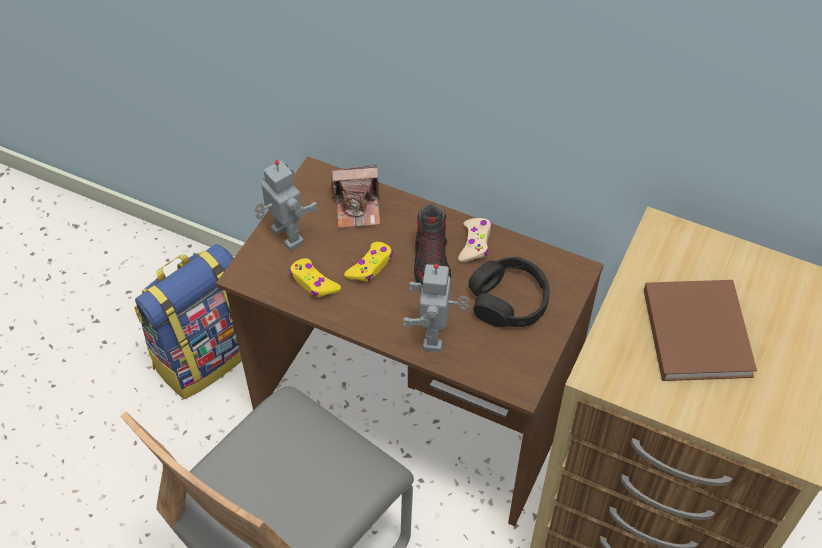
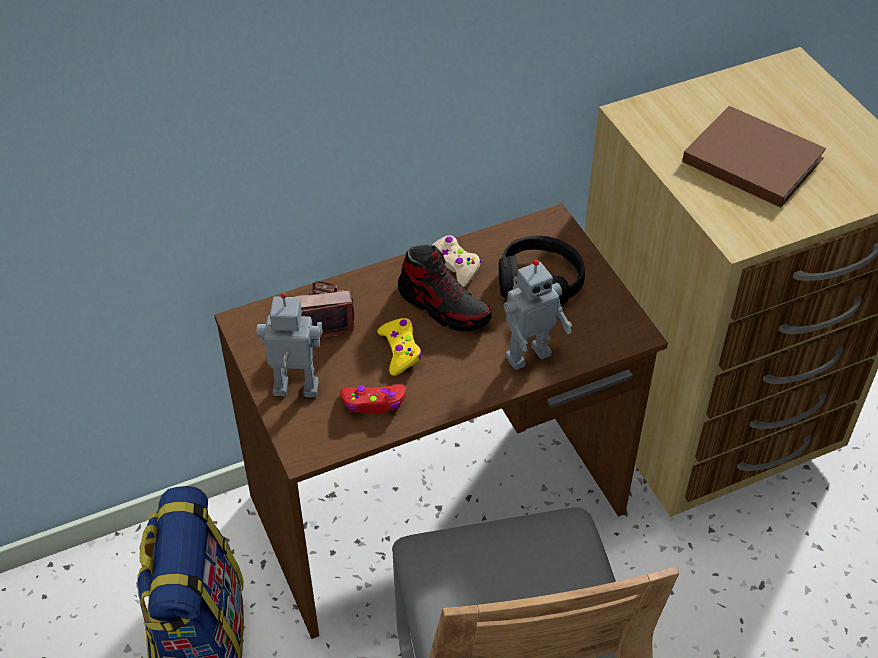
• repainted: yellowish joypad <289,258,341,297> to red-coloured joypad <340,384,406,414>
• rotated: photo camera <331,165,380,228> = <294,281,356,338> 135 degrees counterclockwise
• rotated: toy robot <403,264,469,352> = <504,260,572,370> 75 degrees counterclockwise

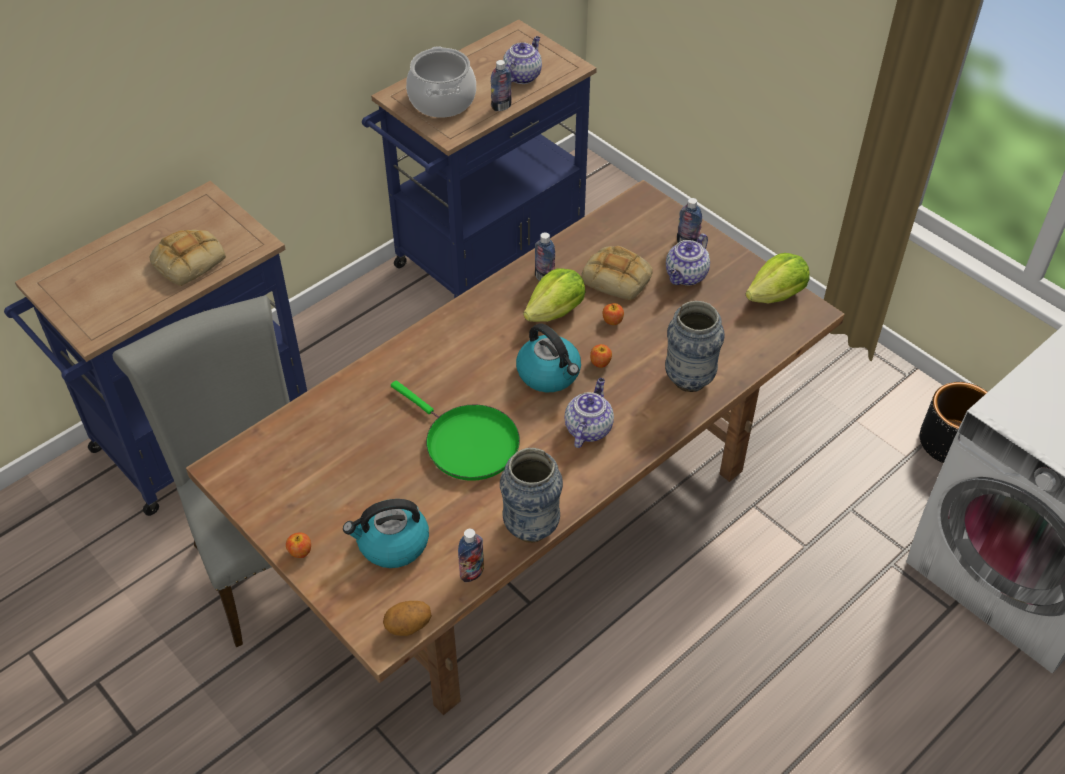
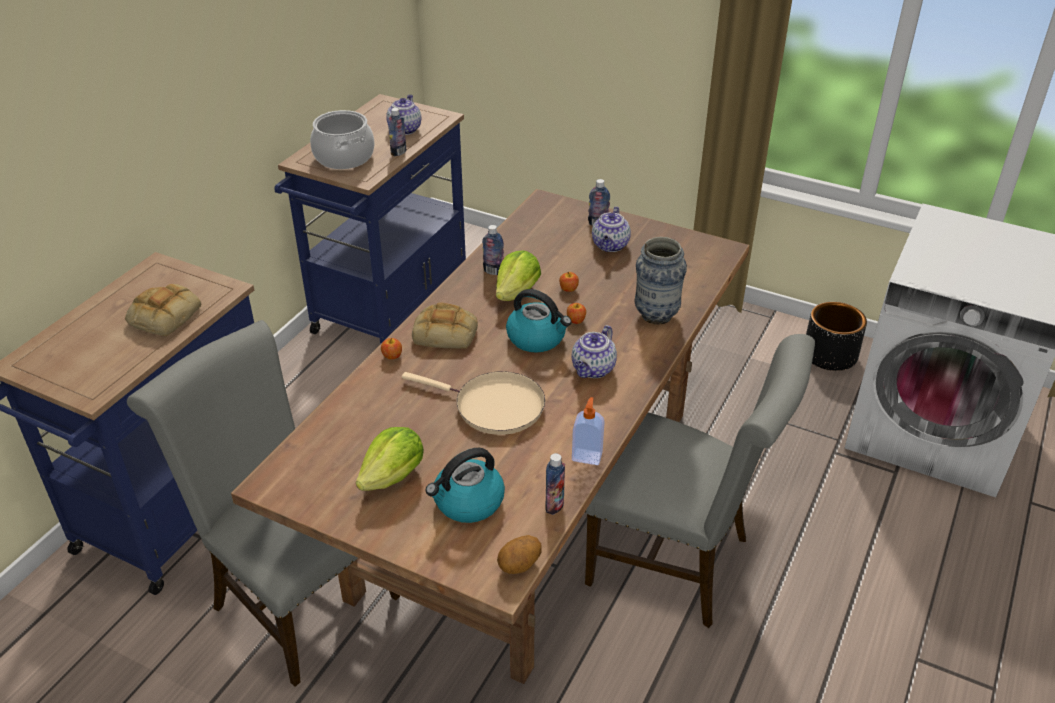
• new: grey upright chair <585,334,815,628>
• shifted: apple <286,532,311,558> to <381,338,402,359>
• shifted: bread <581,246,653,301> to <412,303,478,349>
• shifted: lettuce head <746,253,810,304> to <356,427,424,491>
• swapped: vase <500,448,563,543> to soap bottle <572,397,605,465>
• repainted: green frying pan <391,381,520,481> to sand-coloured frying pan <402,371,545,435>
• rotated: teapot <565,378,614,448> = <572,325,617,378> 150 degrees counterclockwise

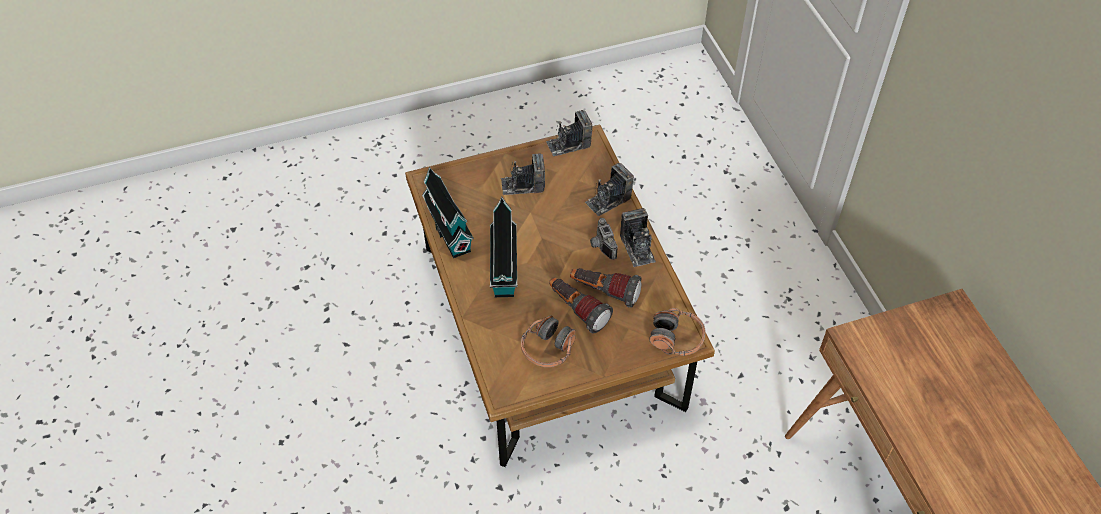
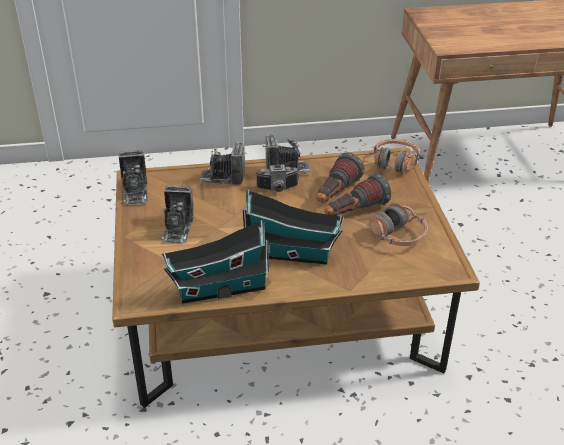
• rotated: photo camera <585,163,634,216> = <199,142,245,185> 120 degrees clockwise

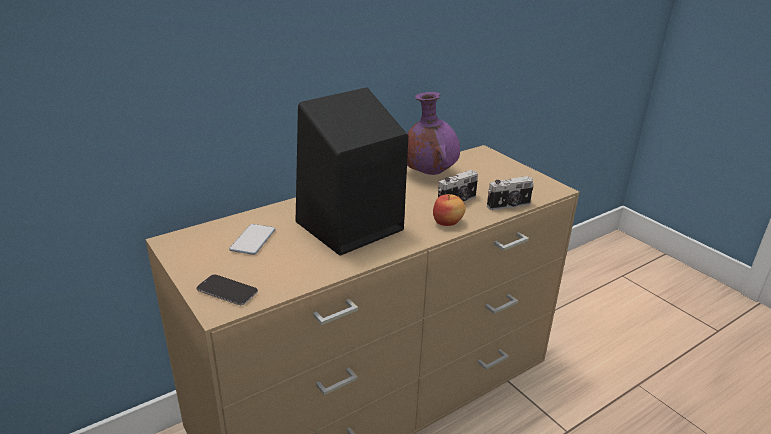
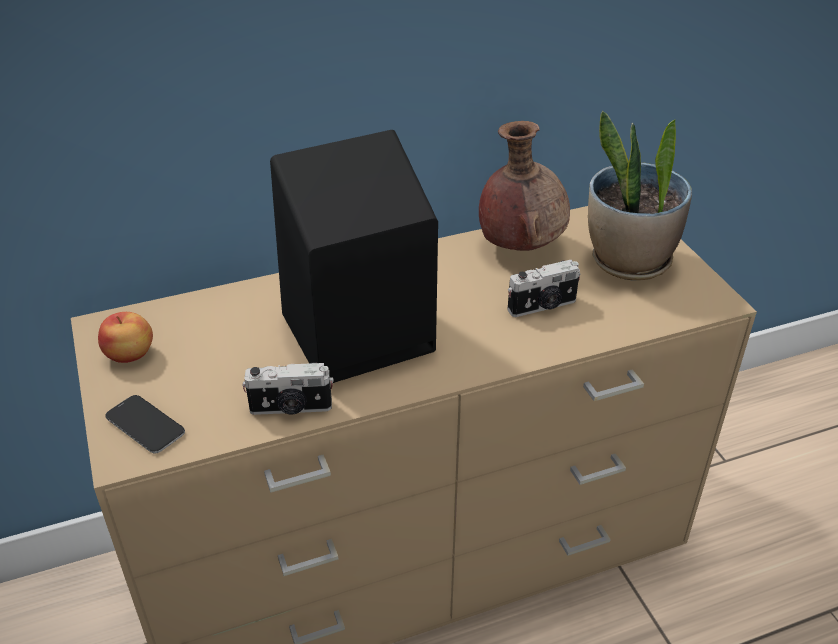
• gone: phone <229,224,275,255>
• new: houseplant <588,111,692,281>
• shifted: apple <433,194,465,226> to <98,312,153,363>
• shifted: photo camera <487,176,534,210> to <242,362,334,415>
• repainted: purple-coloured vase <407,92,460,175> to brown vase <479,121,570,251>

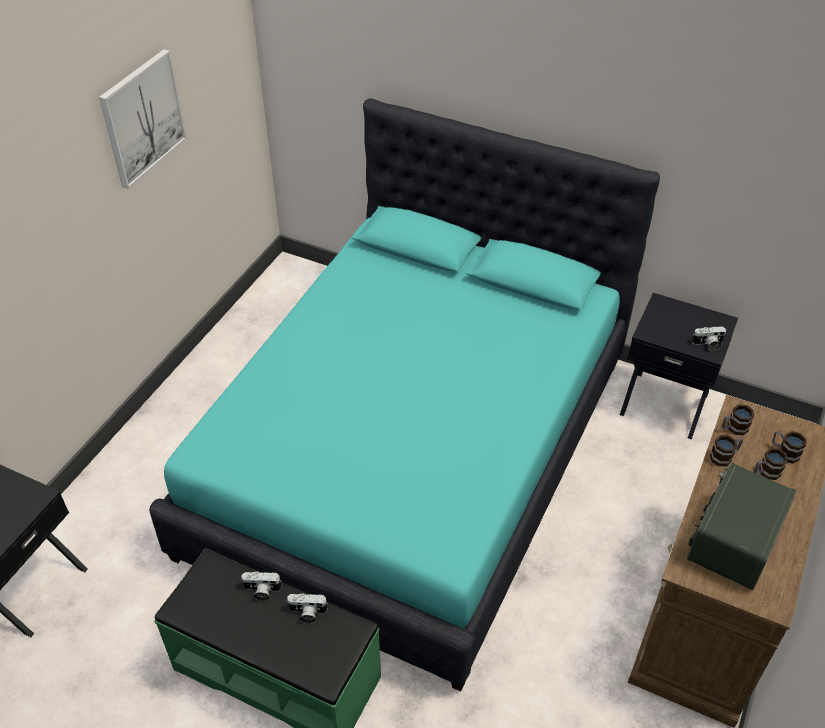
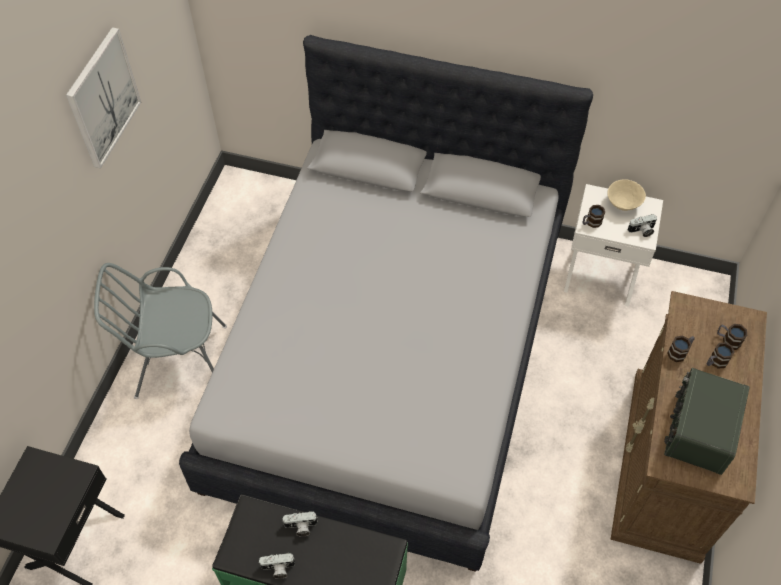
• new: grey upright chair <94,263,227,399>
• new: sand-coloured bowl <607,179,646,211>
• shifted: photo camera <287,593,328,624> to <258,553,295,579>
• shifted: tea mug <722,404,754,435> to <582,205,605,228>
• repainted: turquoise sleeping bed <149,99,660,692> to grey sleeping bed <179,35,593,572>
• repainted: black-coloured bedside table <620,293,738,439> to white bedside table <564,184,663,307>

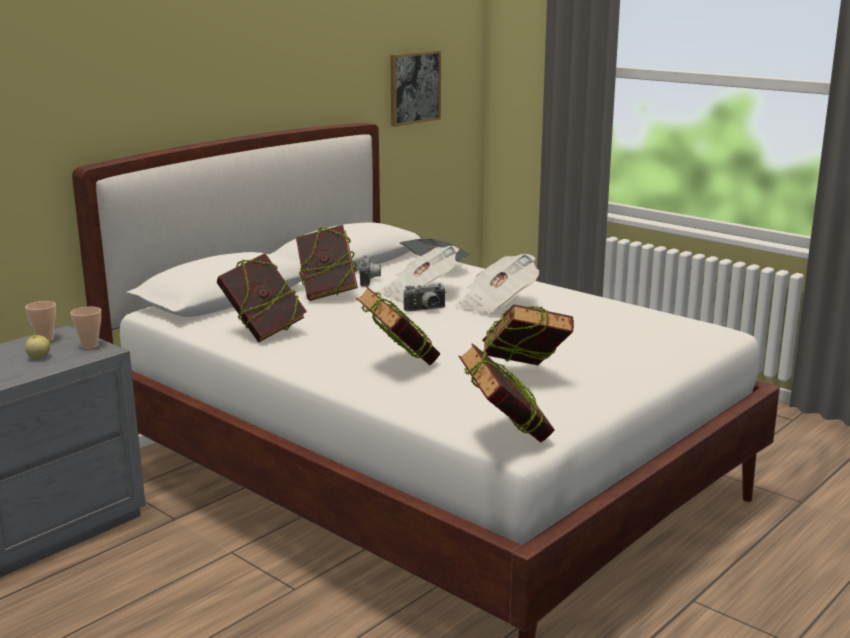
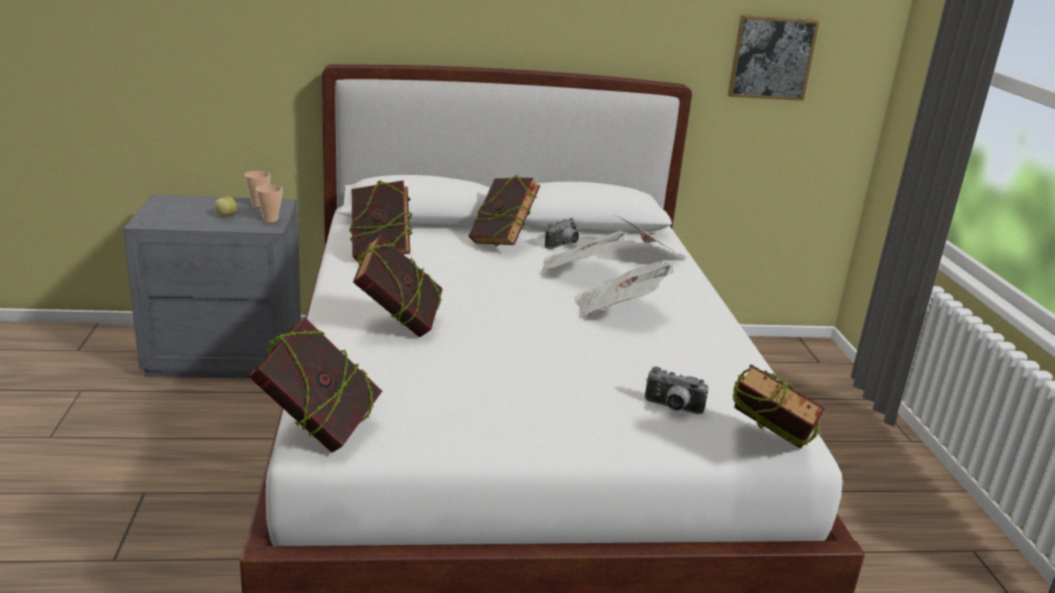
• shifted: photo camera <404,283,446,312> to <645,367,709,414>
• shifted: book <482,304,574,365> to <733,364,825,449>

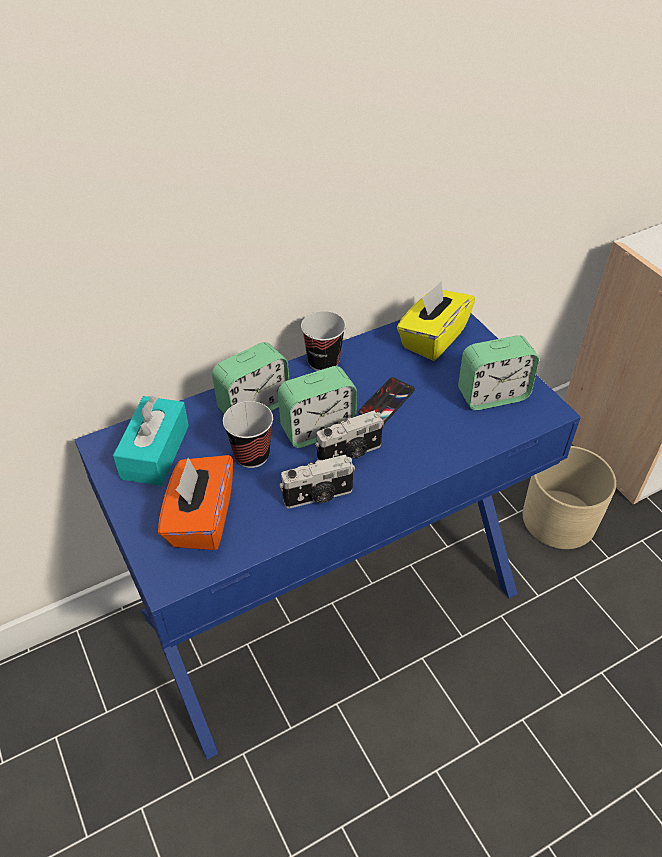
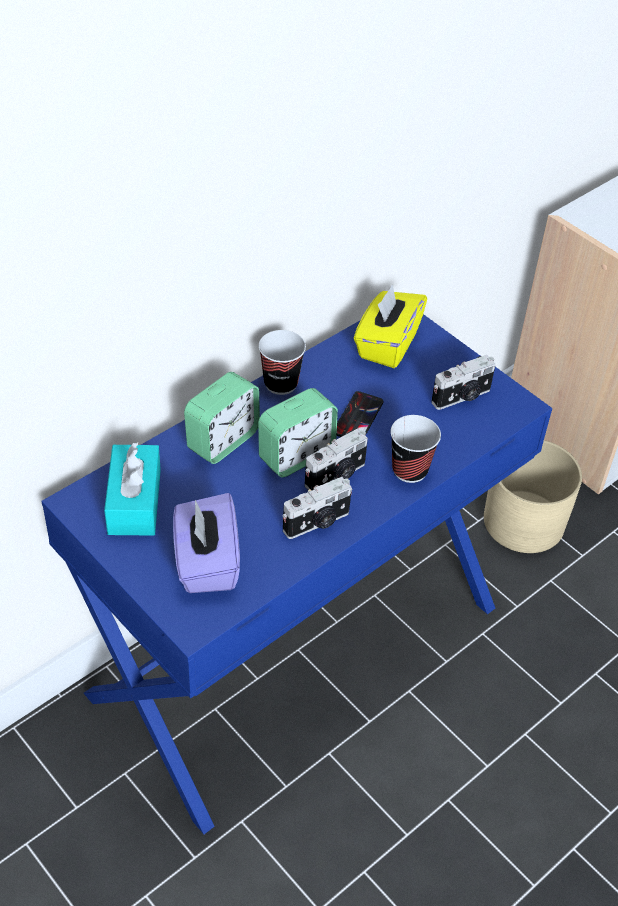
• shifted: cup <223,401,273,468> to <390,415,441,483>
• swapped: table clock <458,335,539,410> to photo camera <431,355,495,410>
• repainted: orangey tissue box <158,455,233,550> to purple-coloured tissue box <173,493,240,593>

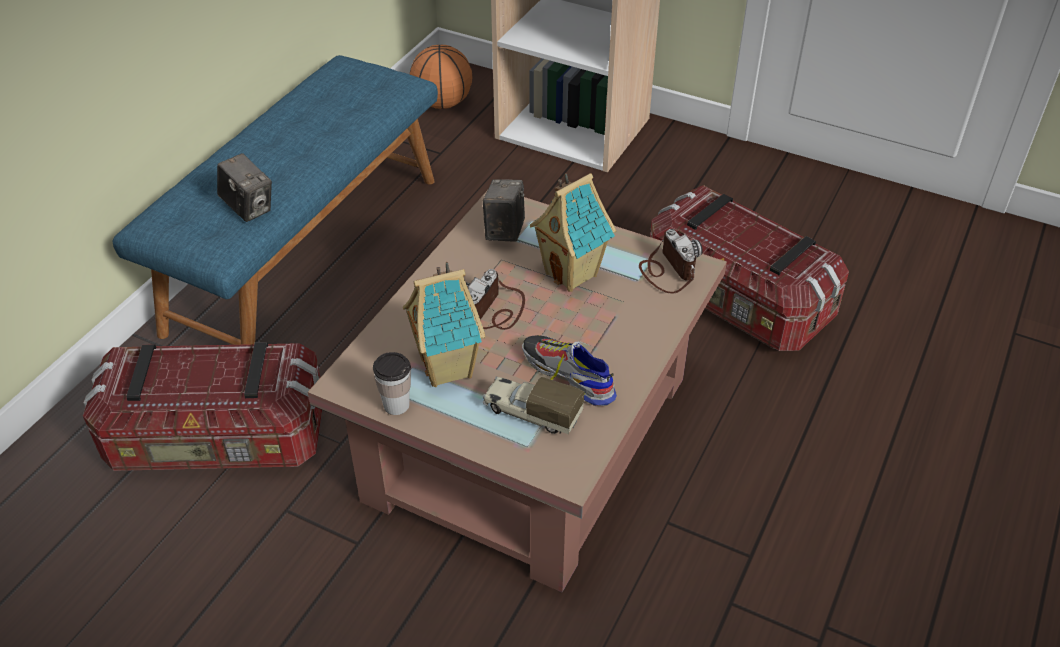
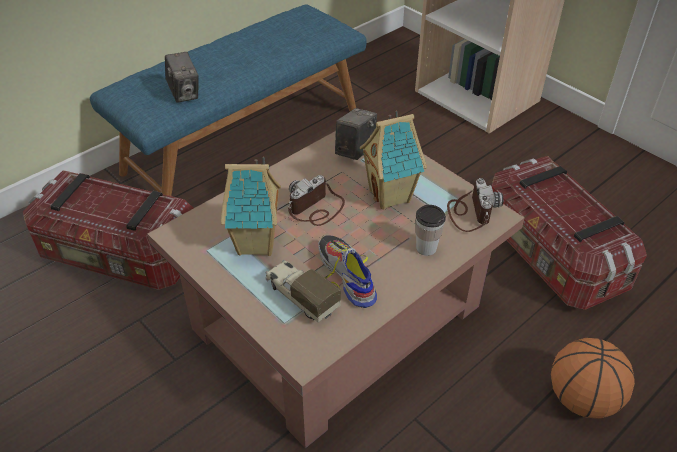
• shifted: cup <373,352,411,415> to <415,205,446,256>
• shifted: basketball ball <410,44,473,109> to <551,338,635,419>

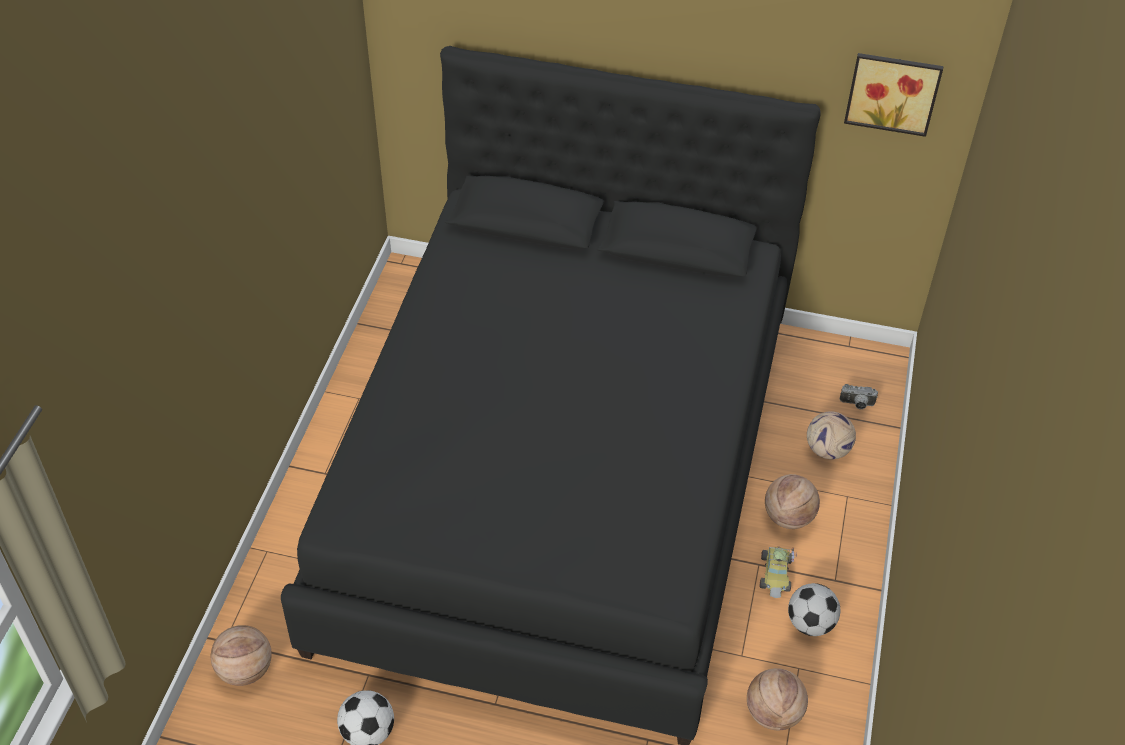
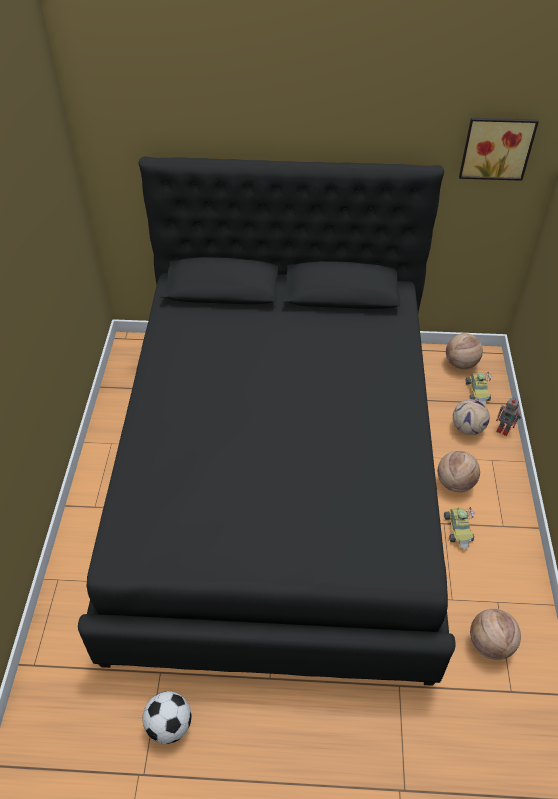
• gone: football ball <788,583,840,636>
• new: toy robot <496,398,521,436>
• shifted: basketball ball <211,625,272,686> to <446,333,483,369>
• swapped: photo camera <840,384,878,409> to model car <465,372,492,405>

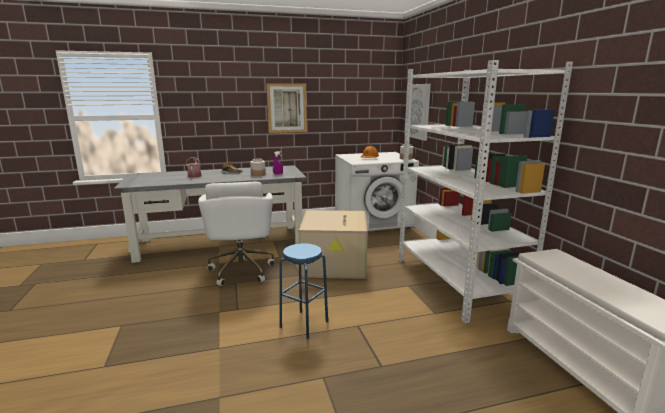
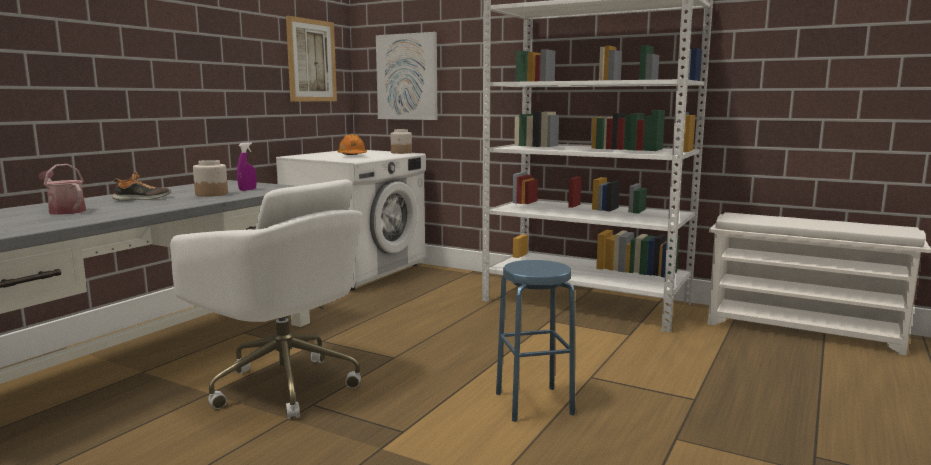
• gone: packing box <299,210,368,279>
• shifted: picture <266,83,307,133> to <286,16,337,101>

